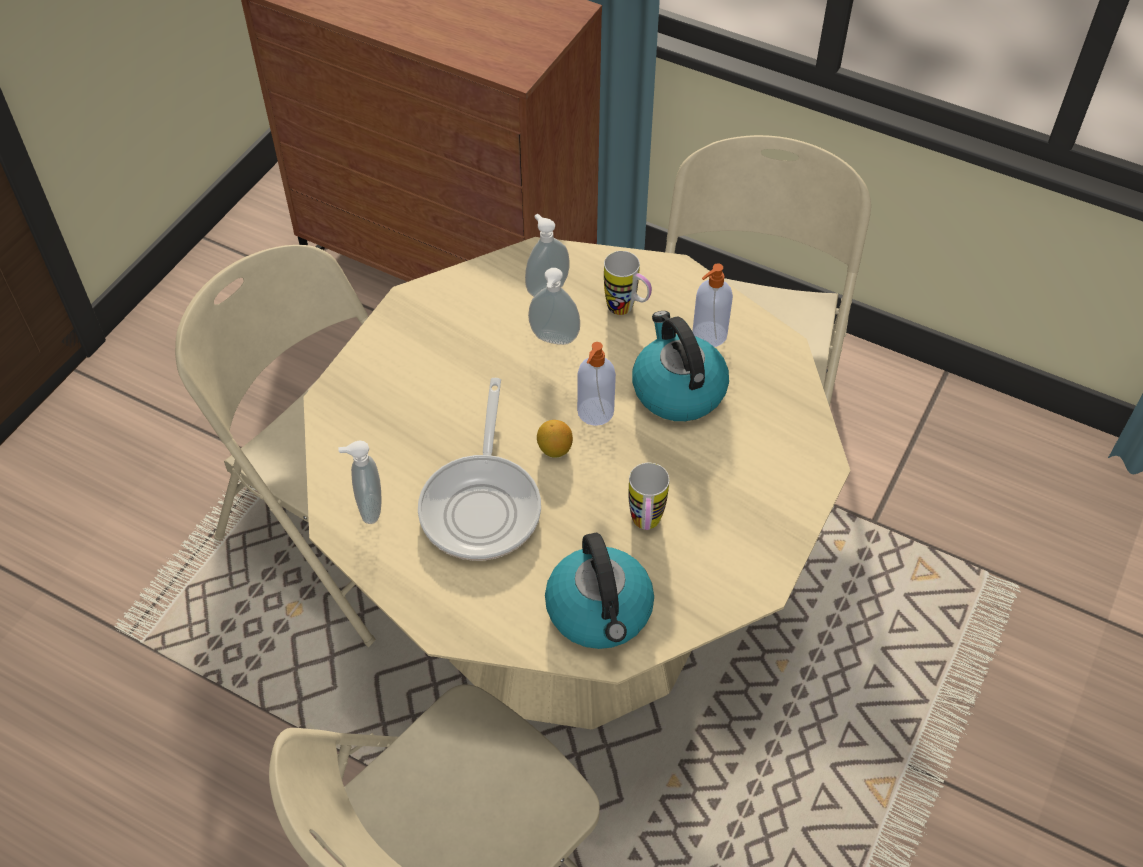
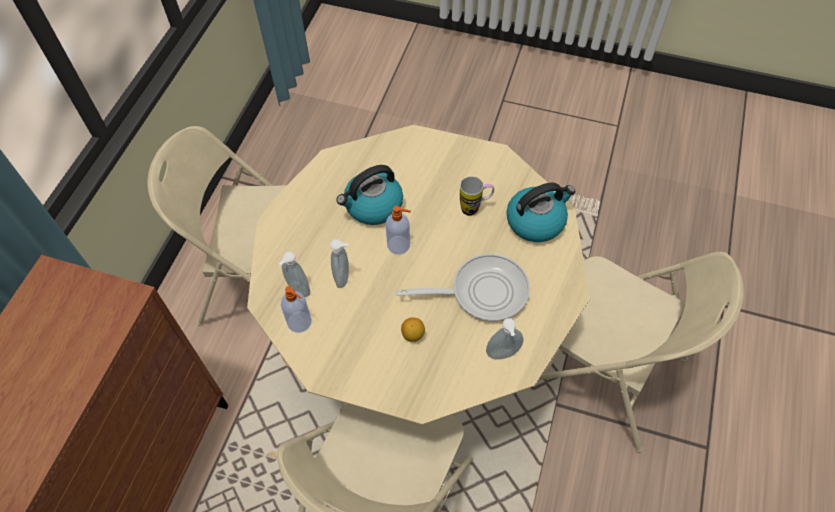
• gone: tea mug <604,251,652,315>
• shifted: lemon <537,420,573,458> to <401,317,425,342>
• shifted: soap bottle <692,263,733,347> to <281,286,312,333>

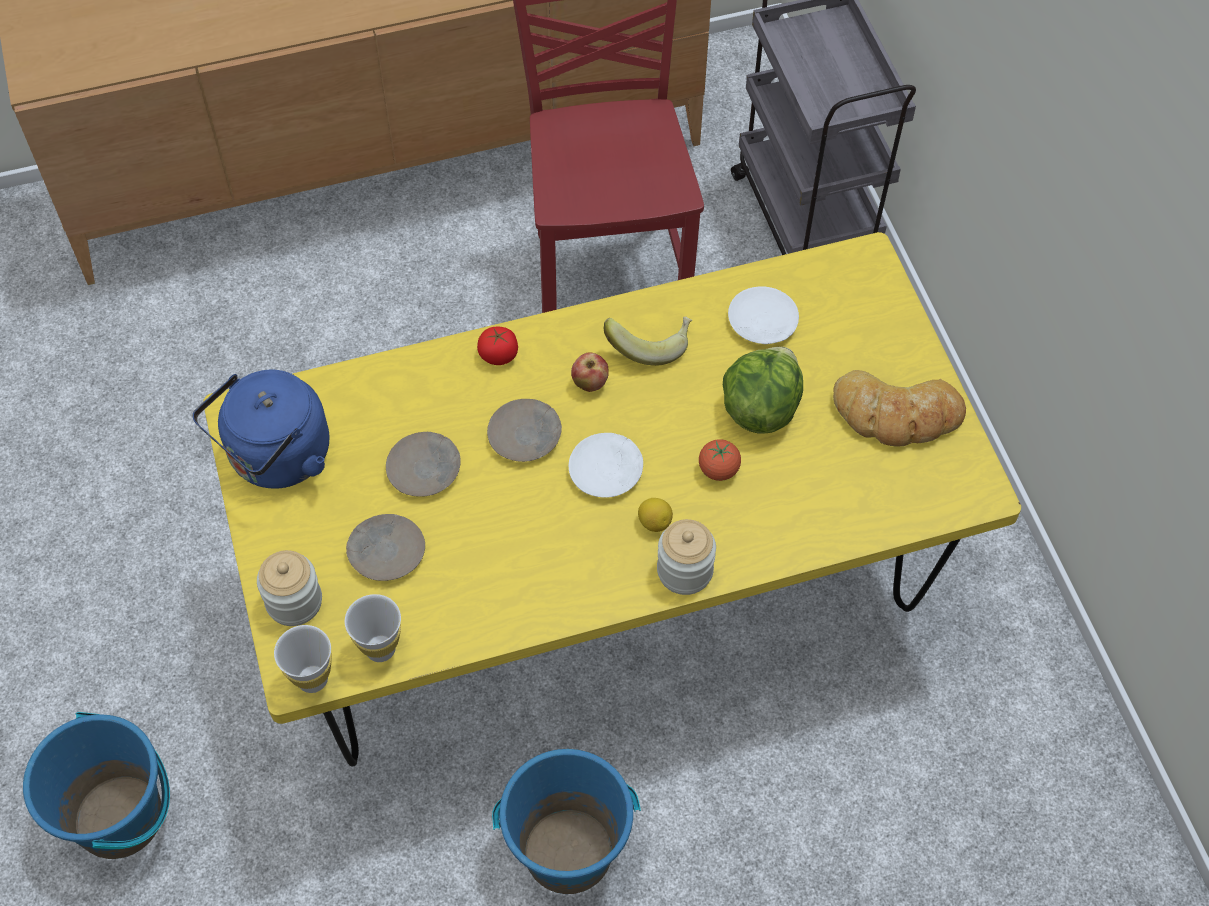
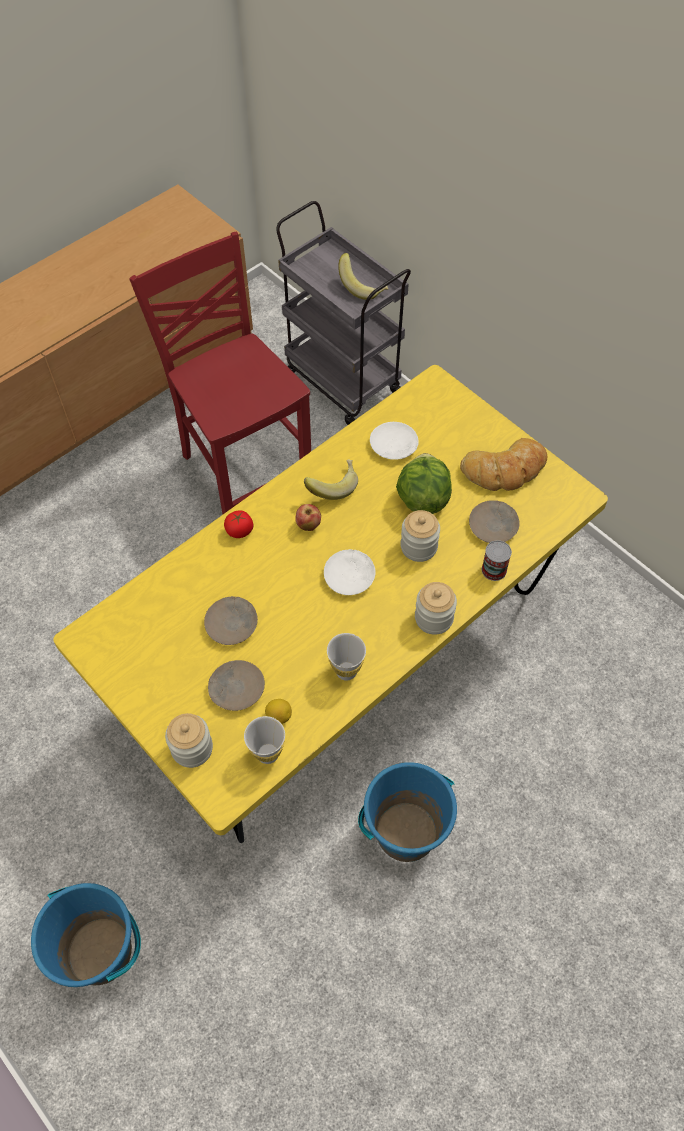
• gone: bluish water kettle <193,370,329,489>
• new: banana fruit <338,253,388,300>
• new: can <482,540,512,581>
• shifted: white cup <274,625,332,693> to <327,633,366,681>
• shifted: sand-coloured flat dish <487,399,562,462> to <469,500,520,543>
• shifted: lemon <638,498,673,532> to <265,699,292,724>
• swapped: tomato <699,439,741,481> to preserve jar <400,510,440,562>

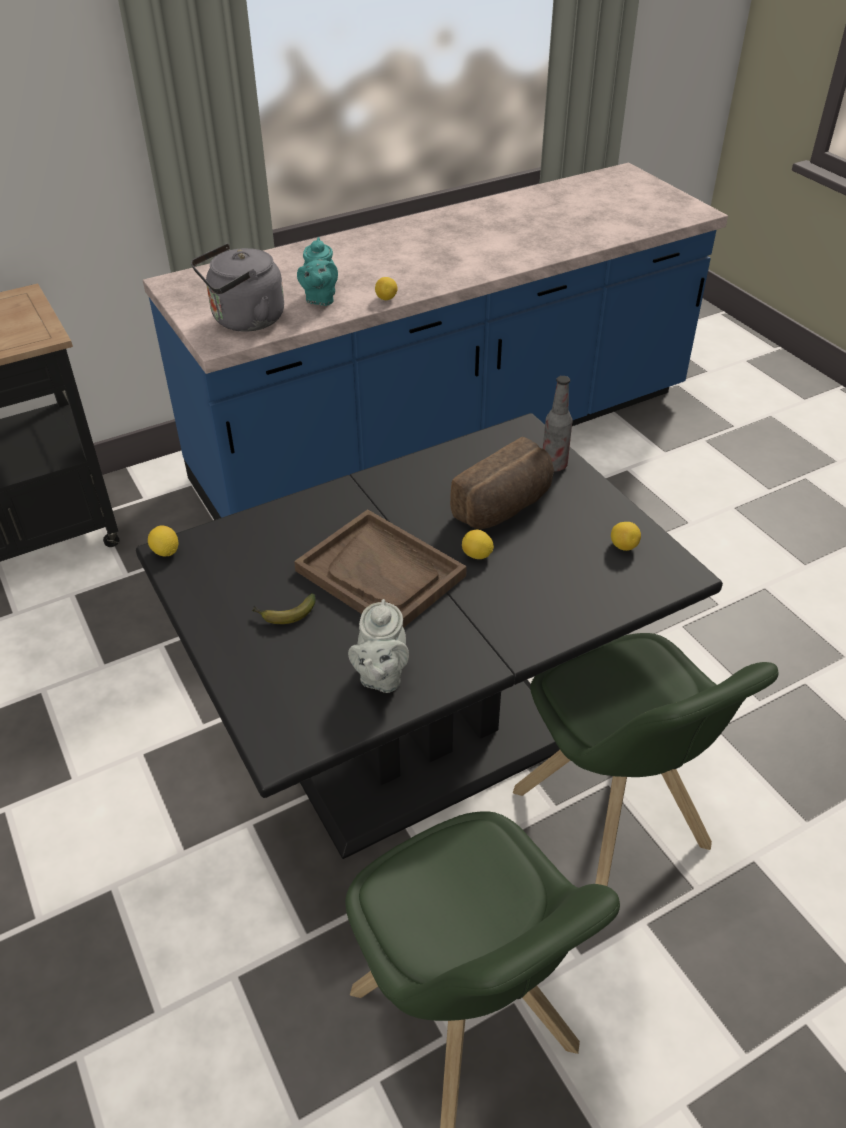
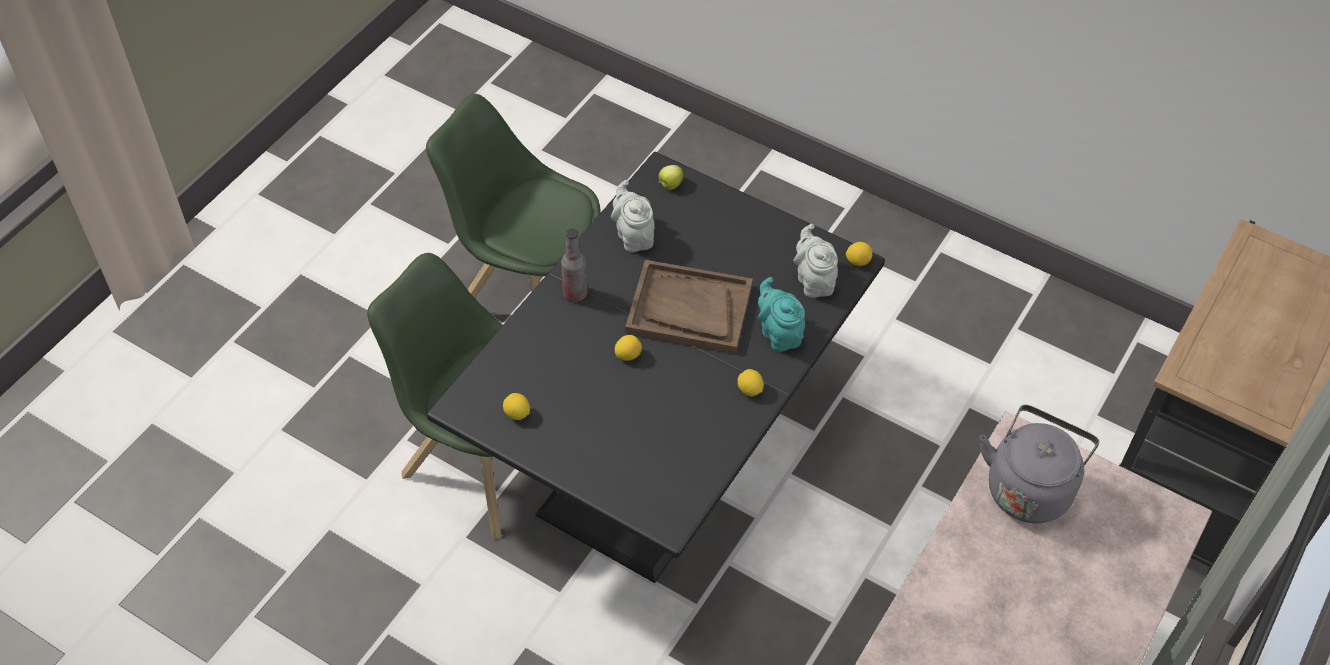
• gone: banana fruit <252,593,316,624>
• gone: bread <450,437,554,529>
• new: apple <659,165,684,190>
• new: grey teapot <794,224,838,298>
• shifted: turquoise teapot <297,237,338,306> to <758,277,805,352>
• shifted: lemon <375,277,397,300> to <737,369,764,396>
• shifted: drink bottle <543,376,573,471> to <561,229,587,302>

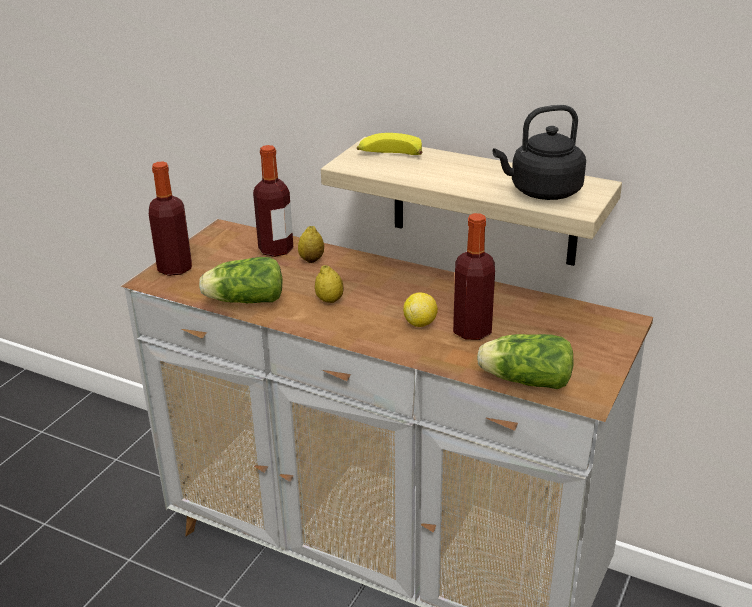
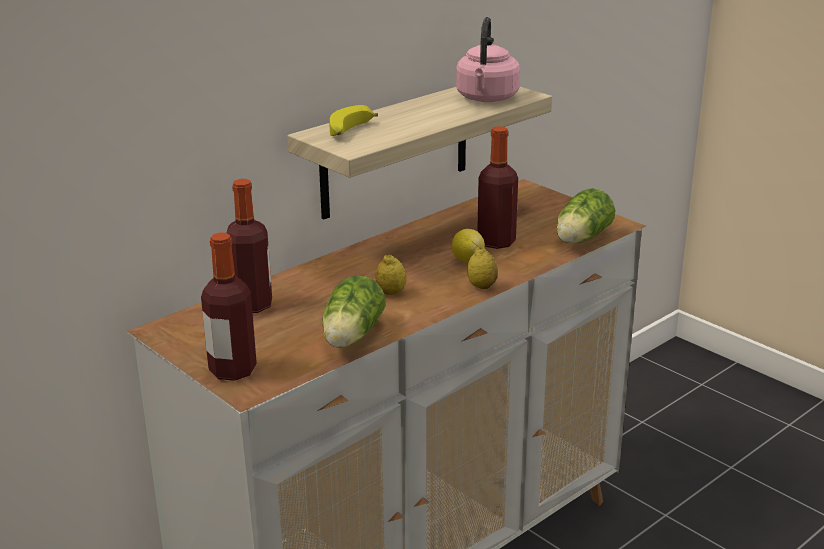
• shifted: lemon <298,226,324,263> to <467,247,498,289>
• repainted: black-coloured water kettle <493,105,586,200> to pink-coloured water kettle <456,17,520,102>

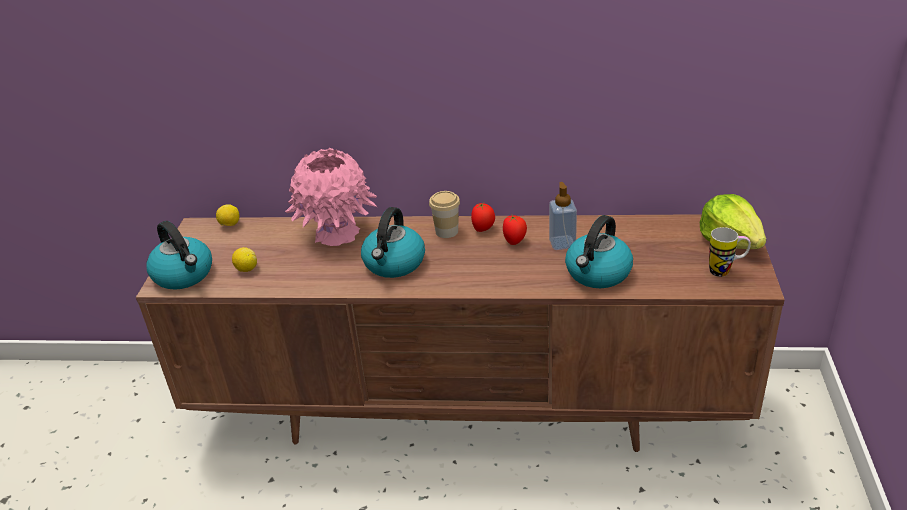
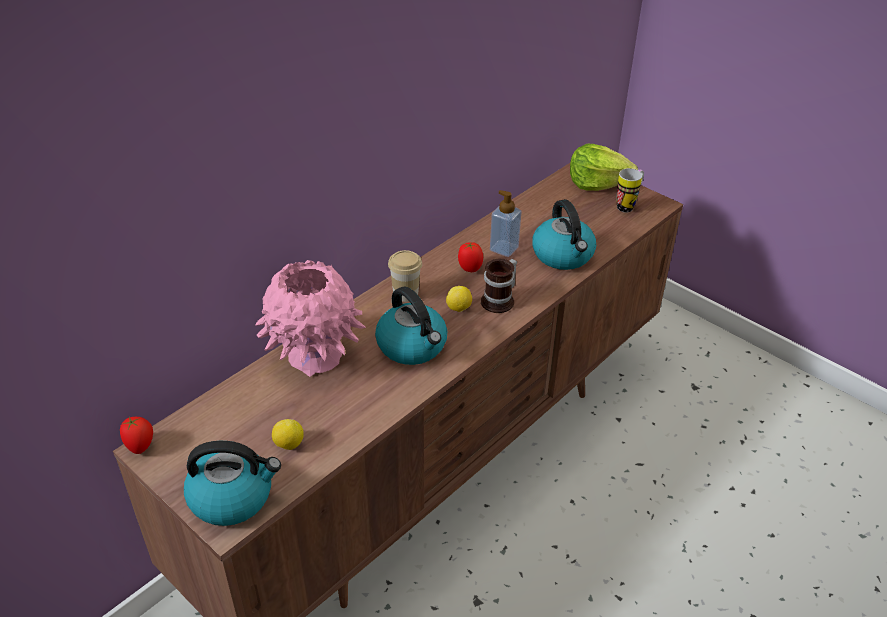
• new: tea mug <481,259,517,313>
• shifted: lemon <216,204,239,226> to <446,286,472,312>
• shifted: tomato <471,203,495,232> to <120,417,153,454>

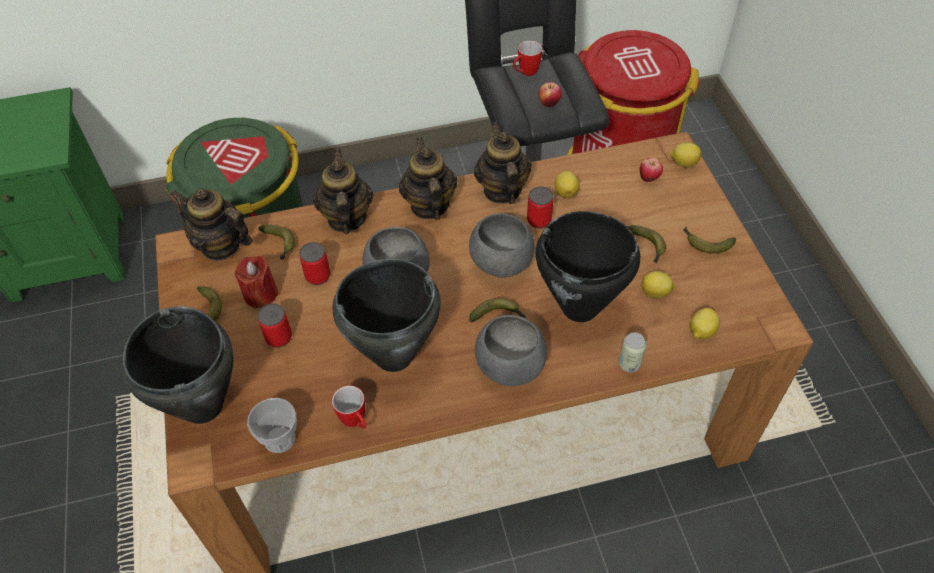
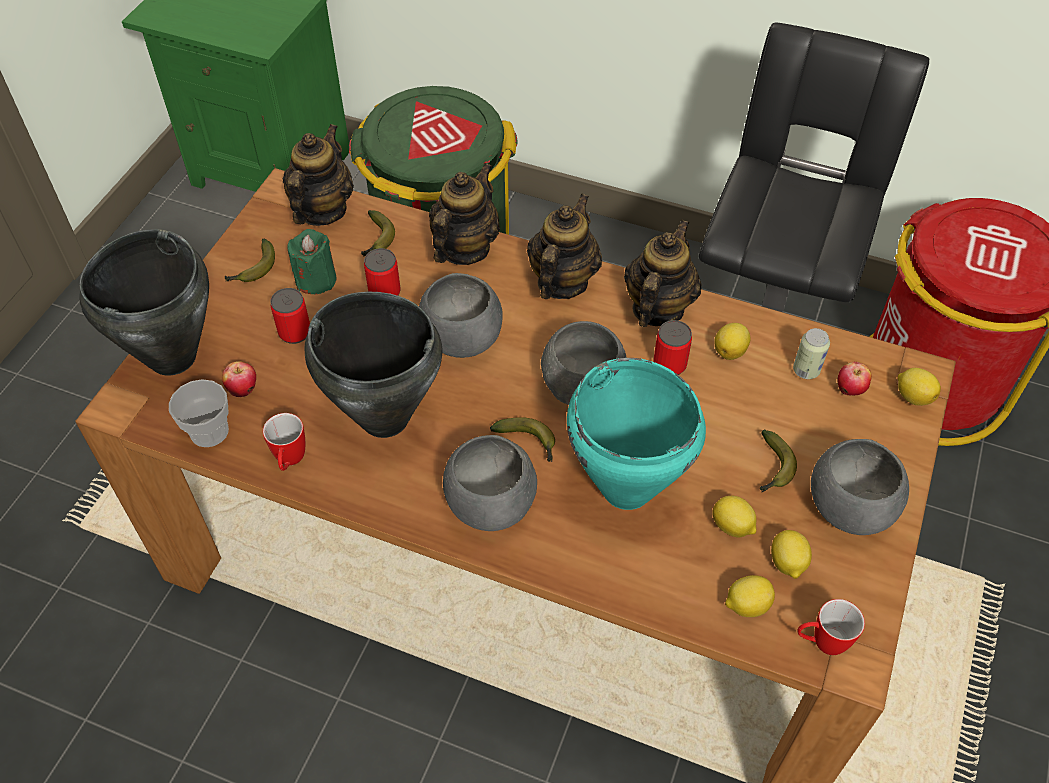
• new: lemon <771,530,812,579>
• shifted: tea mug <513,41,543,76> to <797,599,865,655>
• shifted: apple <539,82,562,107> to <222,361,256,397>
• shifted: can <619,332,647,373> to <793,328,830,379>
• swapped: banana fruit <683,227,736,254> to grey bowl <811,439,909,535>
• repainted: red-coloured candle <235,256,279,309> to green candle <287,229,337,294>
• repainted: black-coloured saucepot <536,211,640,322> to turquoise saucepot <567,358,706,510>
• rotated: teapot <170,188,252,261> = <283,124,354,226> 45 degrees clockwise

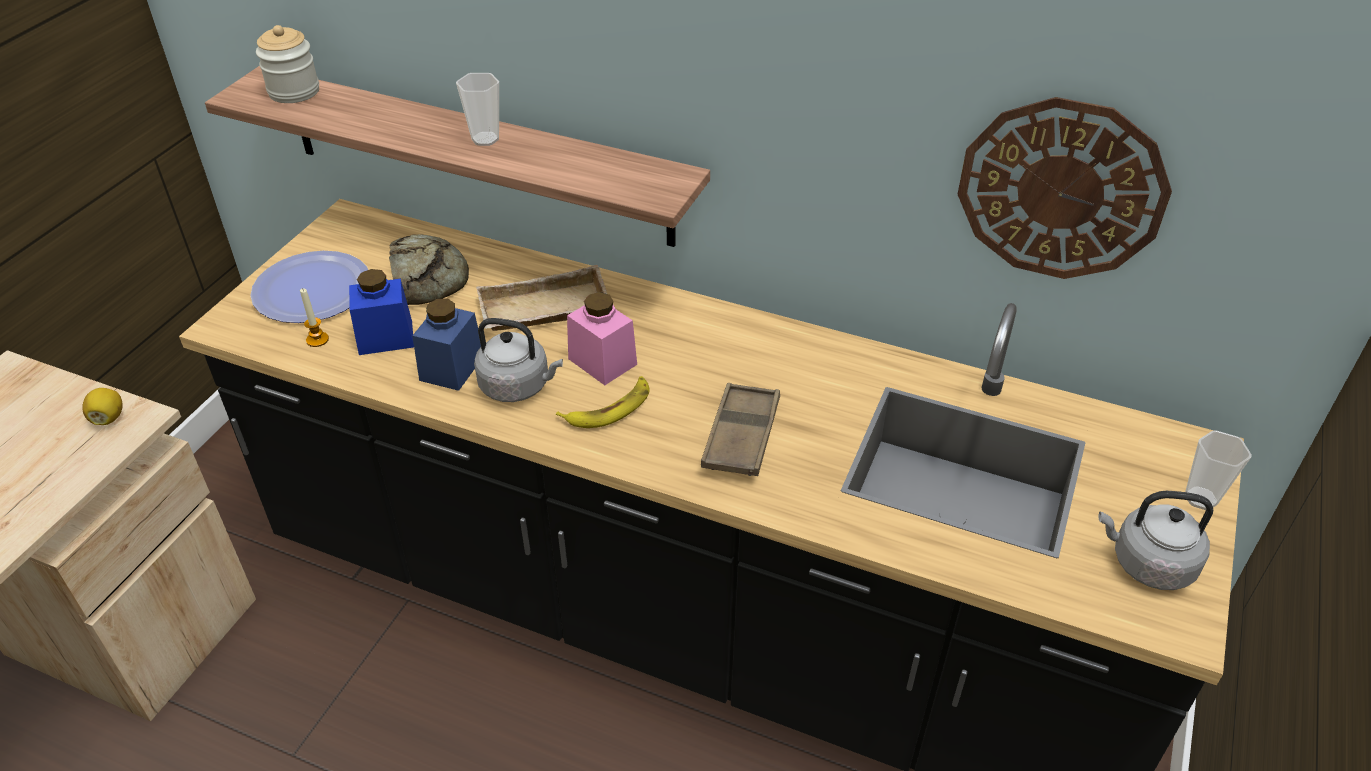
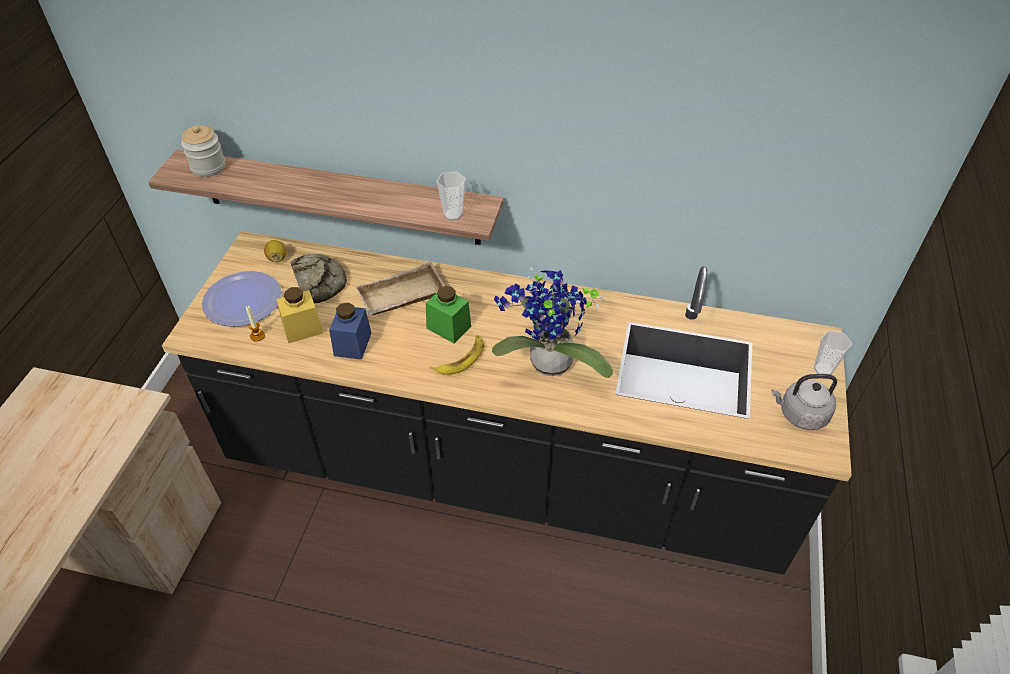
• gone: grey water kettle <474,318,563,402>
• gone: hanging clock <958,97,1172,279>
• shifted: lemon <82,388,123,425> to <264,240,286,262>
• shifted: cup <456,73,499,146> to <437,171,466,220>
• swapped: brown serving tray <701,383,780,476> to houseplant <492,268,613,378>
• repainted: bluish preserve jar <349,269,414,355> to yellowish preserve jar <276,287,324,343>
• repainted: pink-coloured preserve jar <567,292,637,385> to green preserve jar <426,286,471,344>

